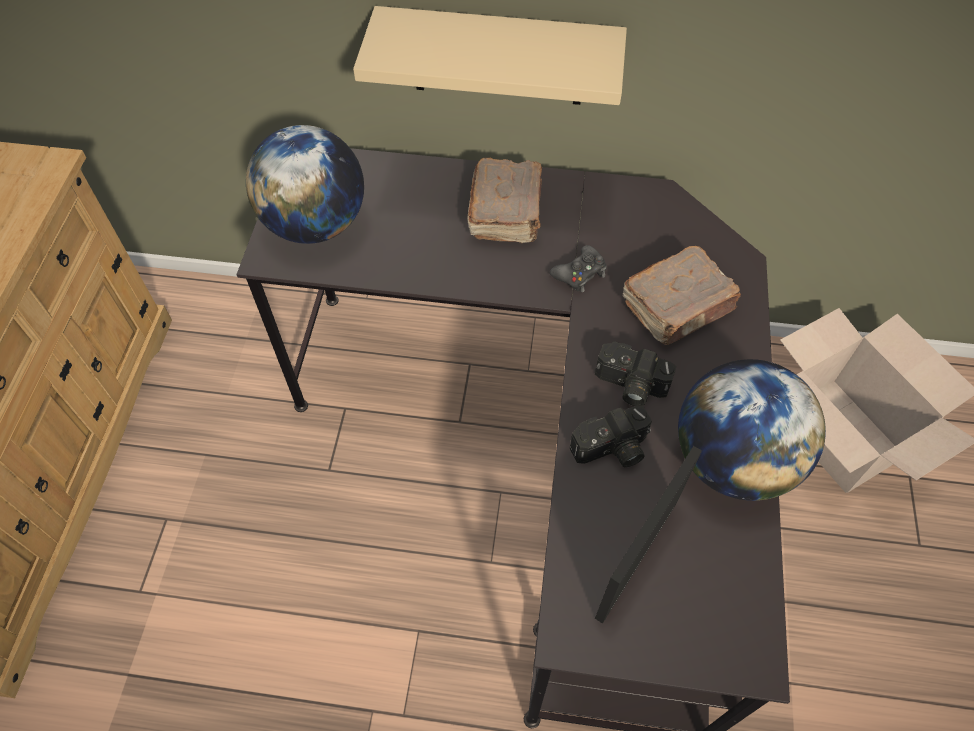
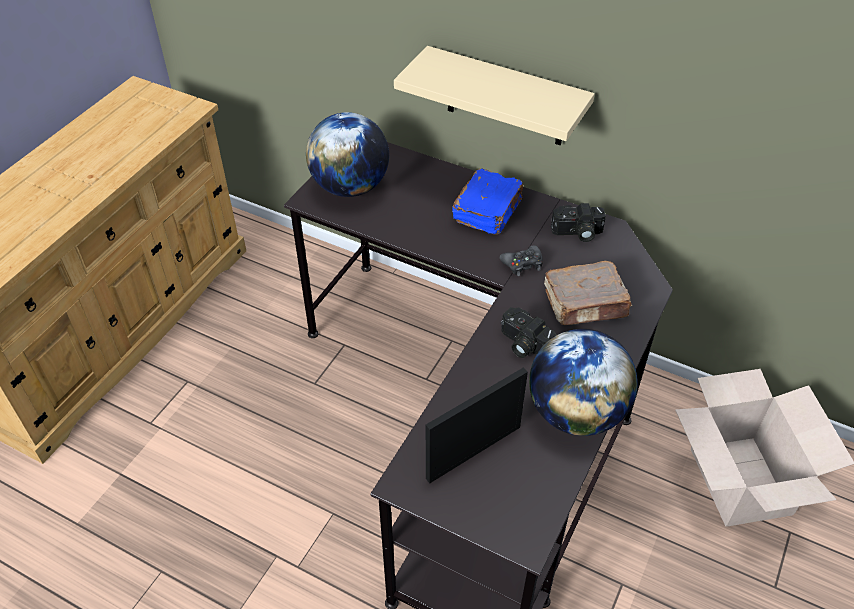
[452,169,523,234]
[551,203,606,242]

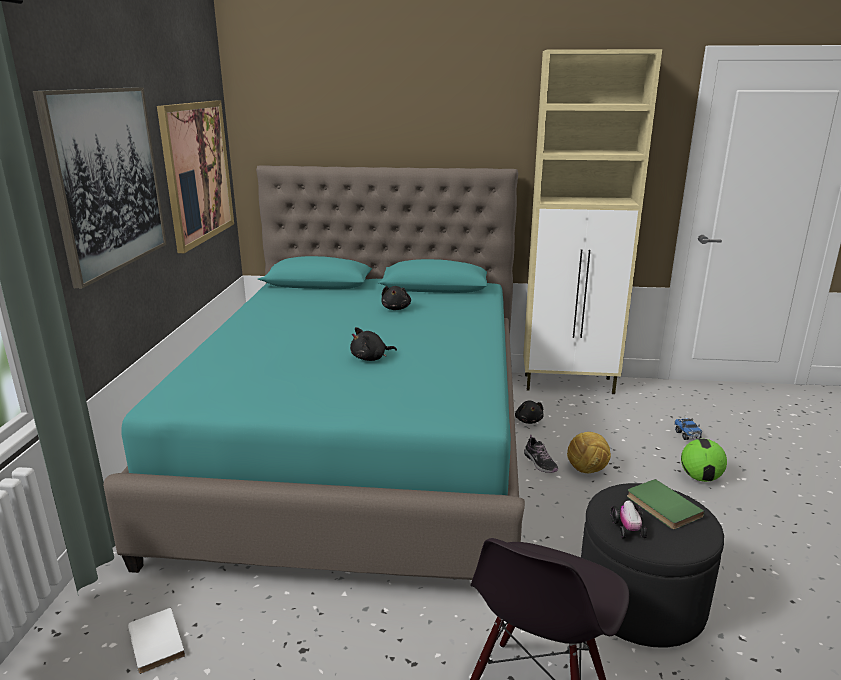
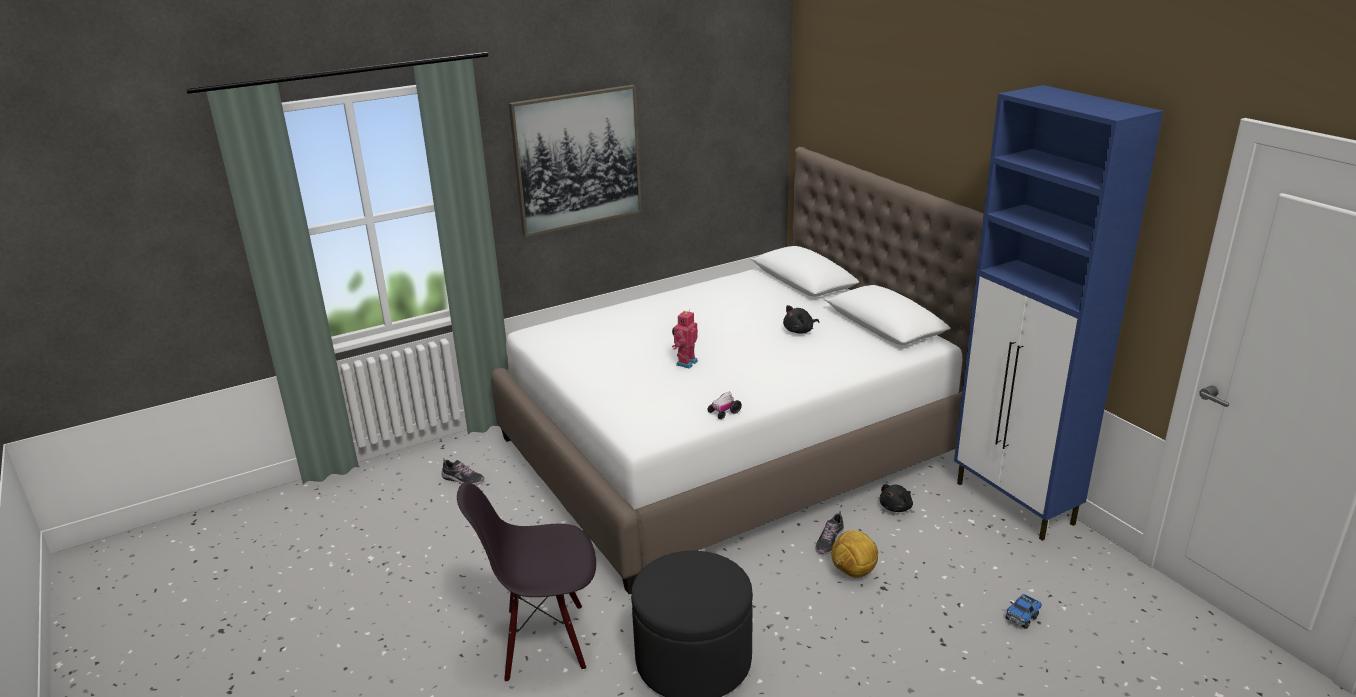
[442,458,484,485]
[491,147,984,594]
[672,309,698,369]
[708,392,742,419]
[954,85,1163,541]
[157,101,234,253] (first image)
[627,479,704,529] (first image)
[681,439,727,482] (first image)

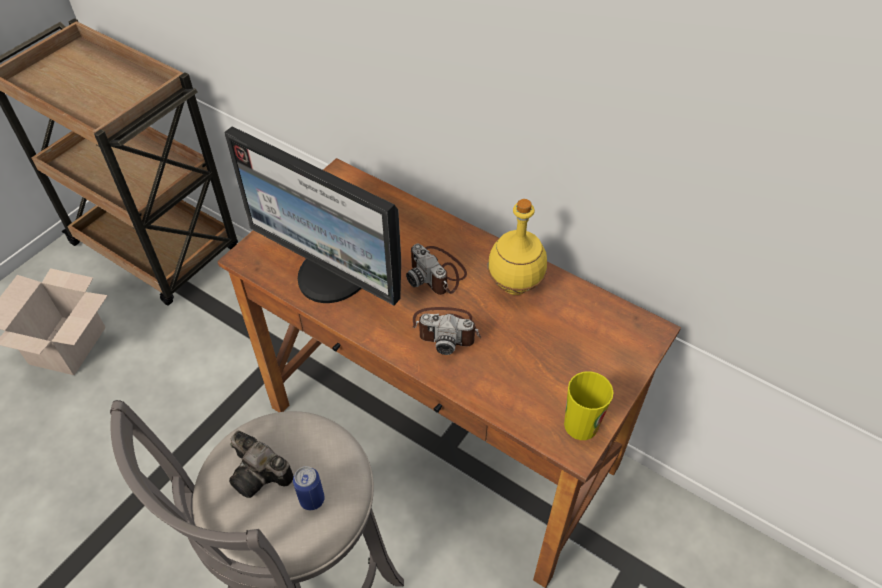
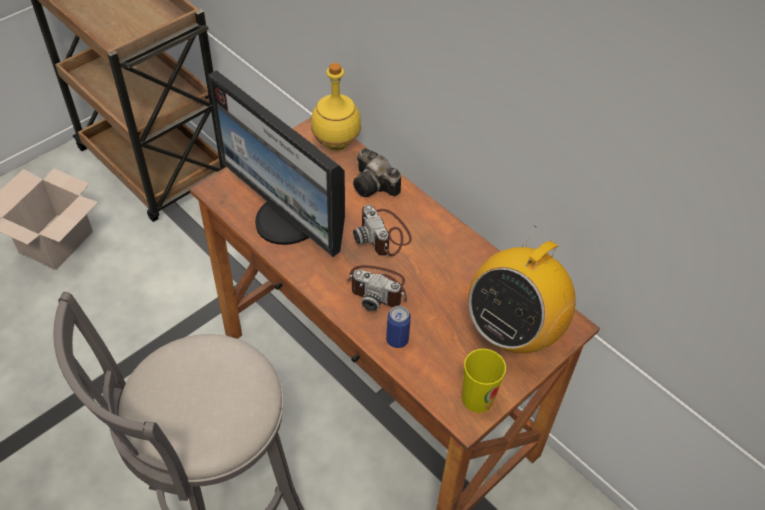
[311,63,361,151]
[353,148,401,197]
[386,306,411,348]
[468,226,576,353]

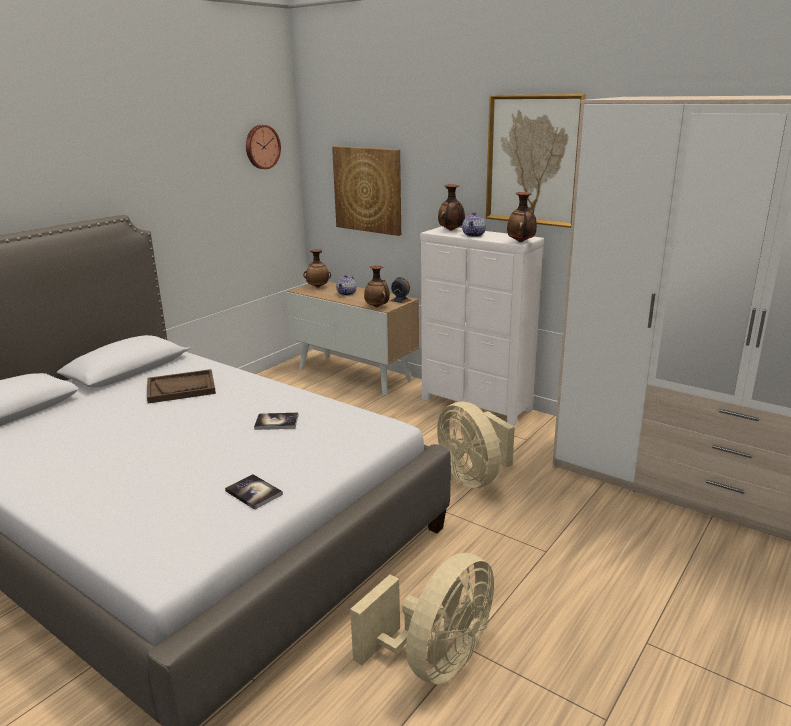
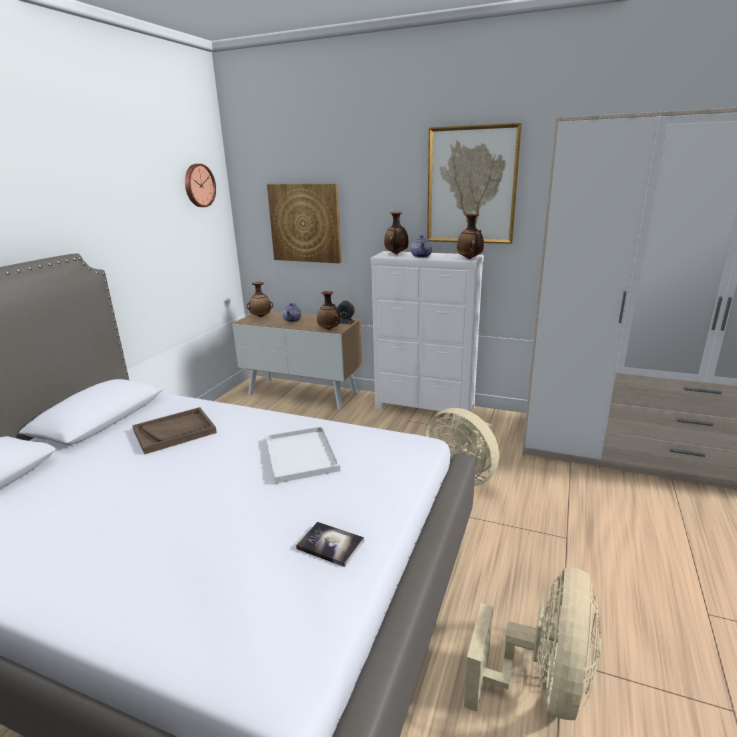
[265,426,340,483]

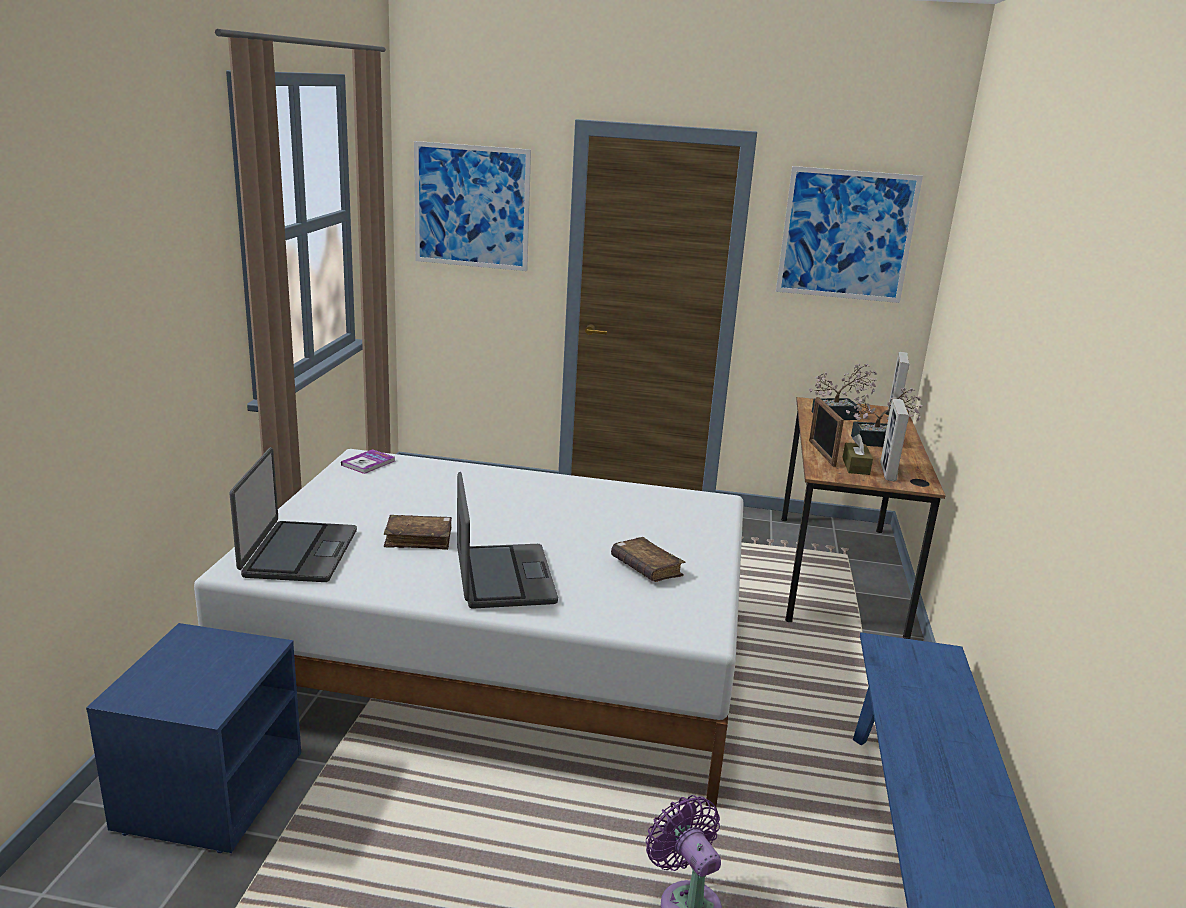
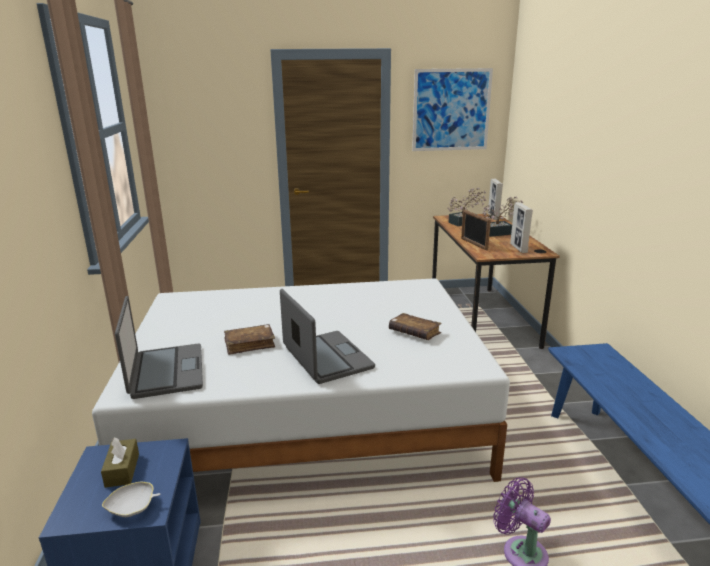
[101,437,139,488]
[102,481,160,517]
[341,449,395,474] (first image)
[414,141,531,271] (first image)

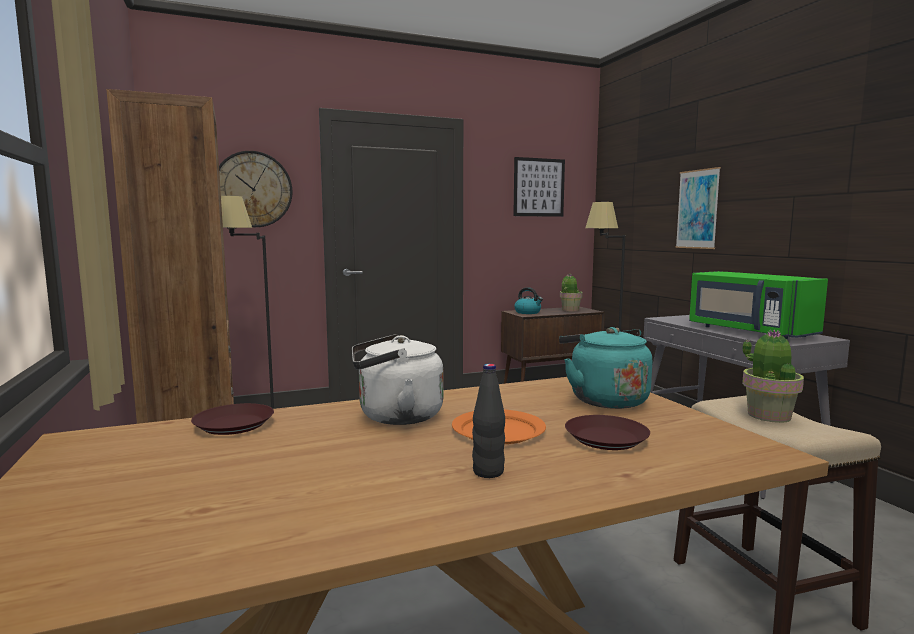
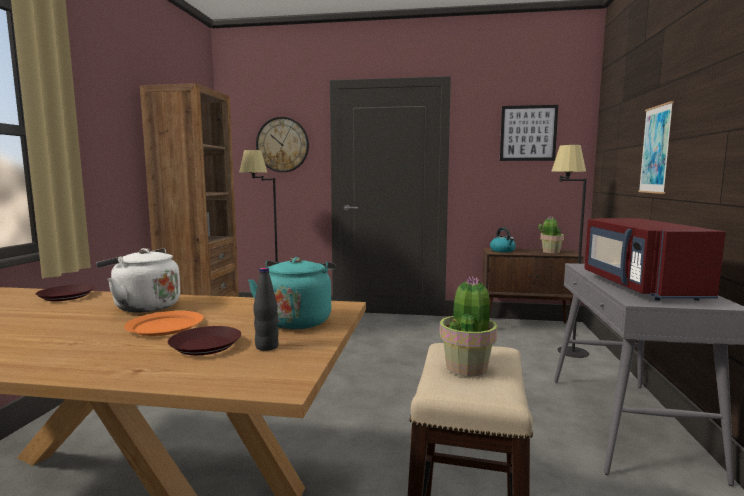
[253,267,279,351]
[585,218,726,300]

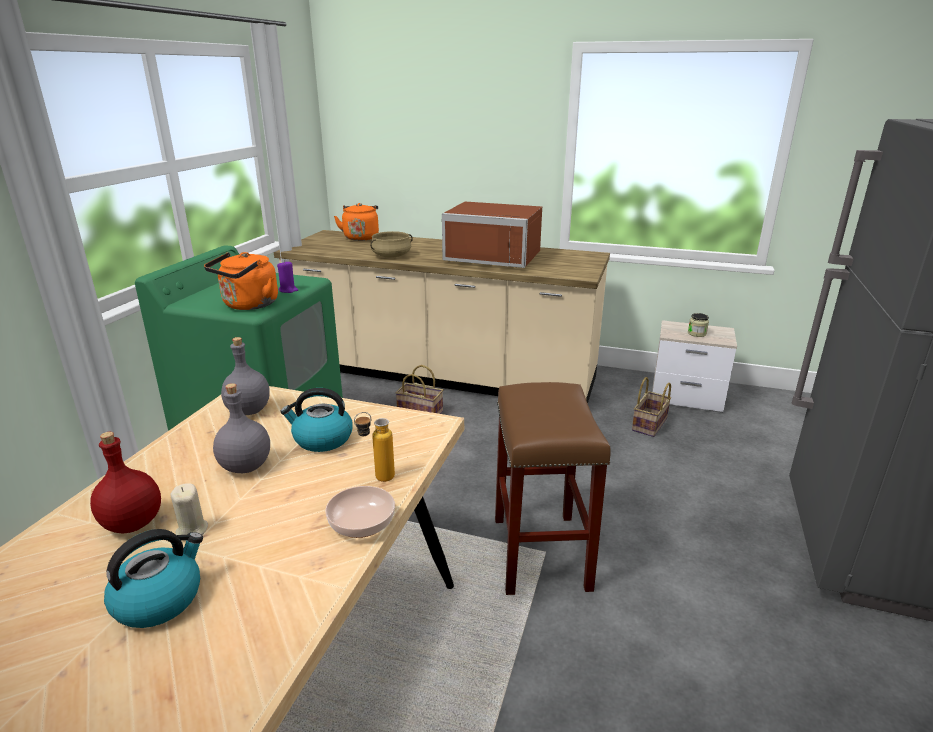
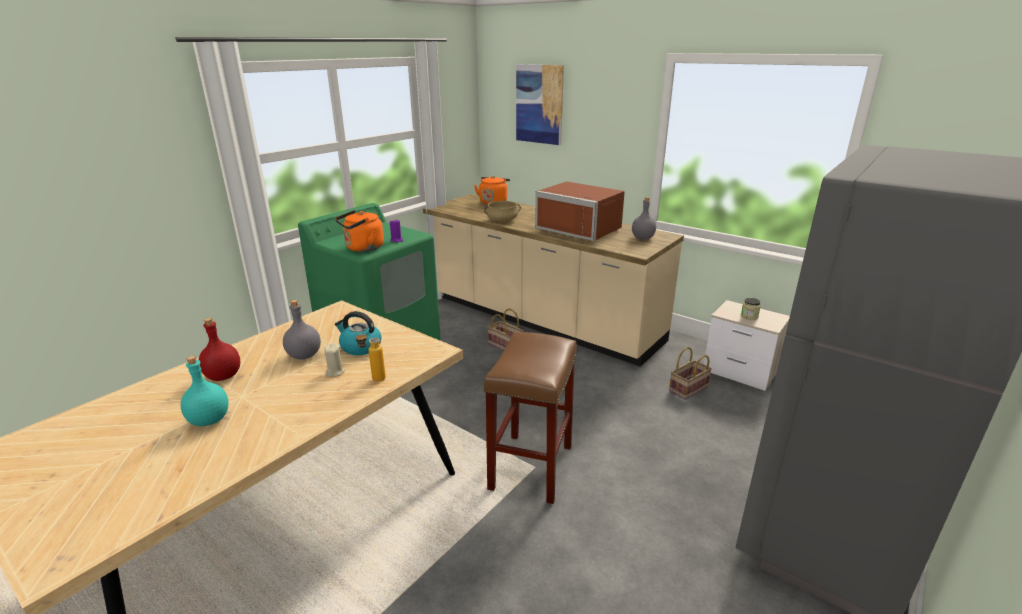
[181,356,229,426]
[324,343,345,377]
[516,64,564,145]
[632,197,656,240]
[325,486,395,538] (first image)

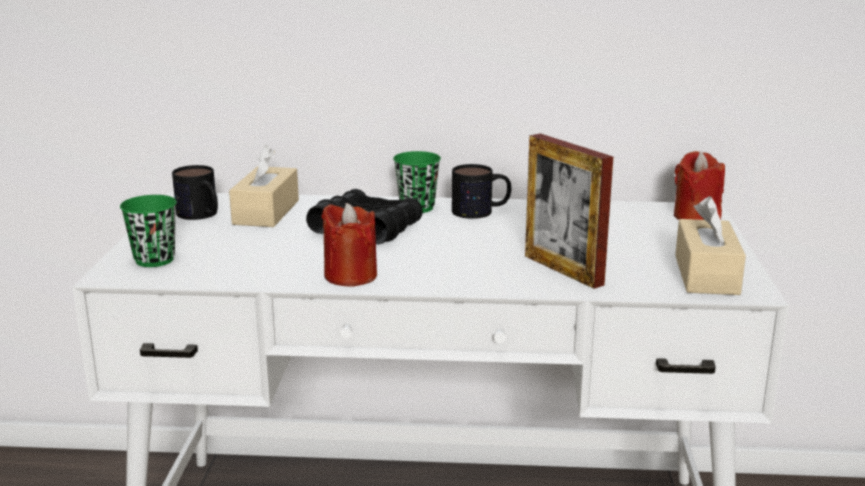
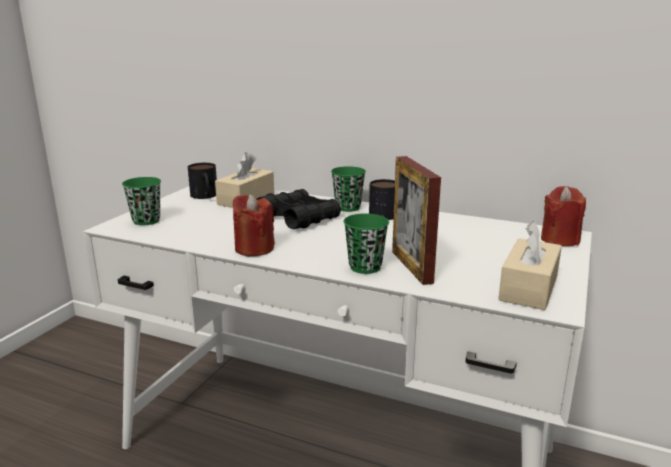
[343,213,389,274]

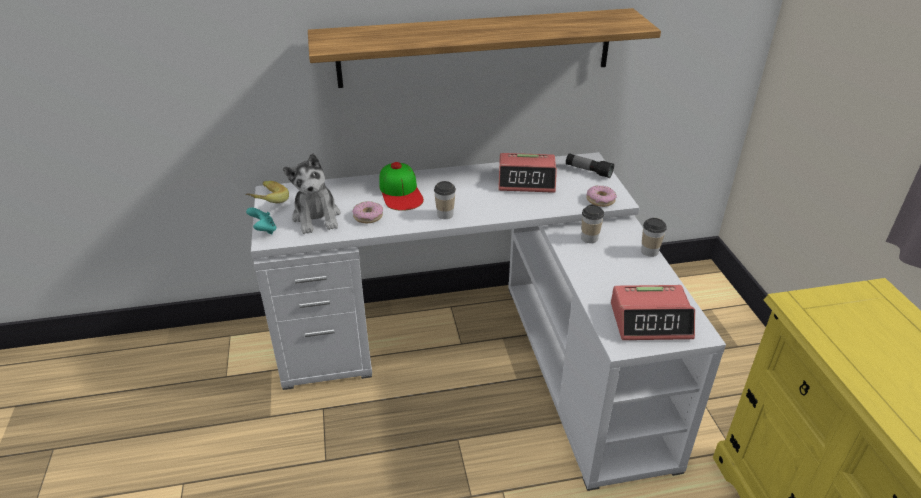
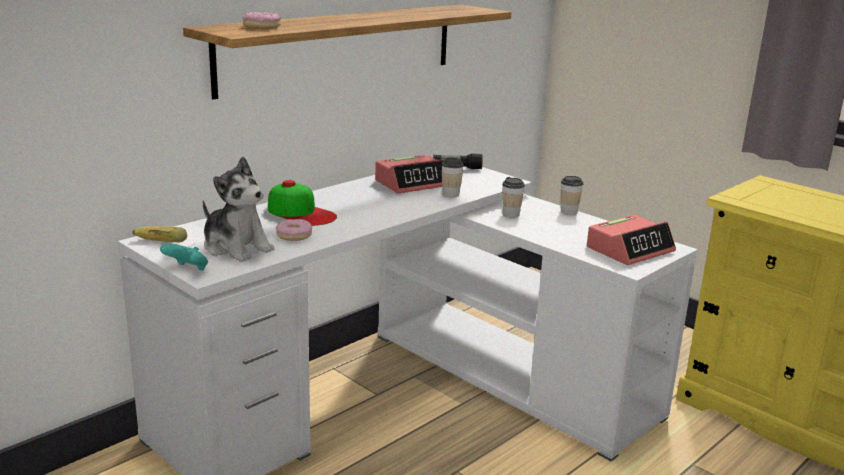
[242,12,281,29]
[441,158,464,197]

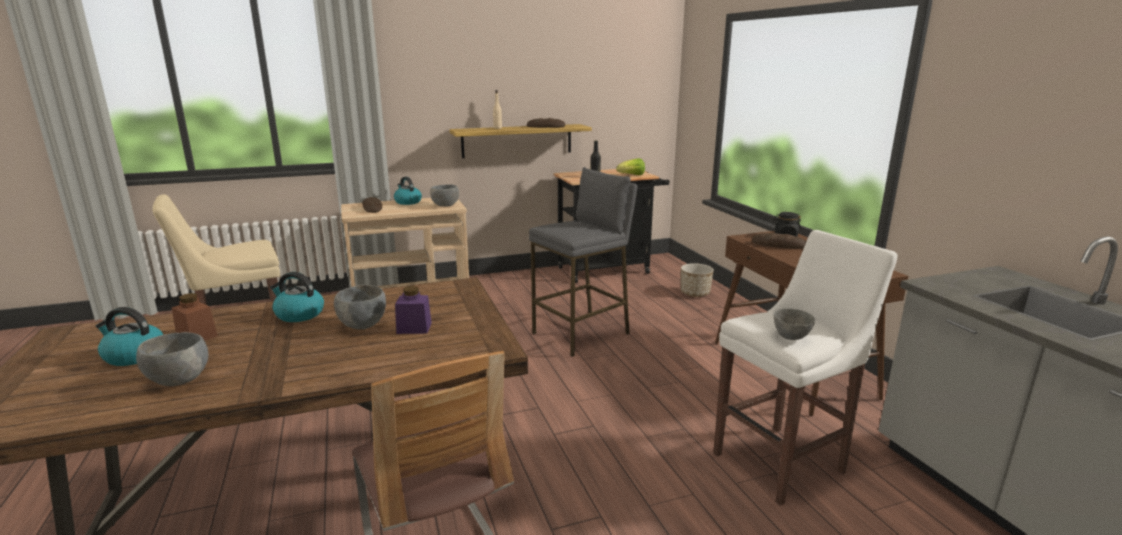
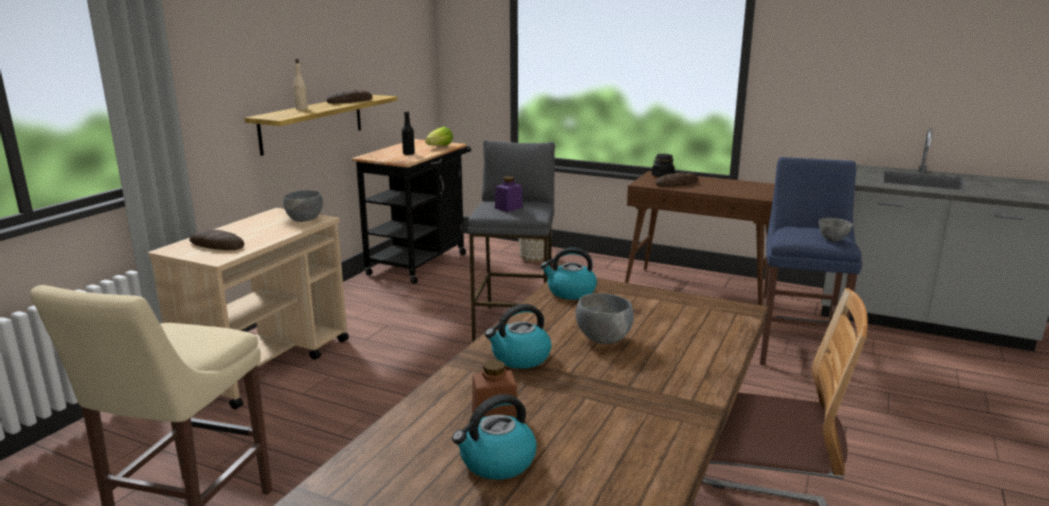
[495,176,523,212]
[540,247,597,300]
[760,157,862,365]
[136,332,209,386] (first image)

